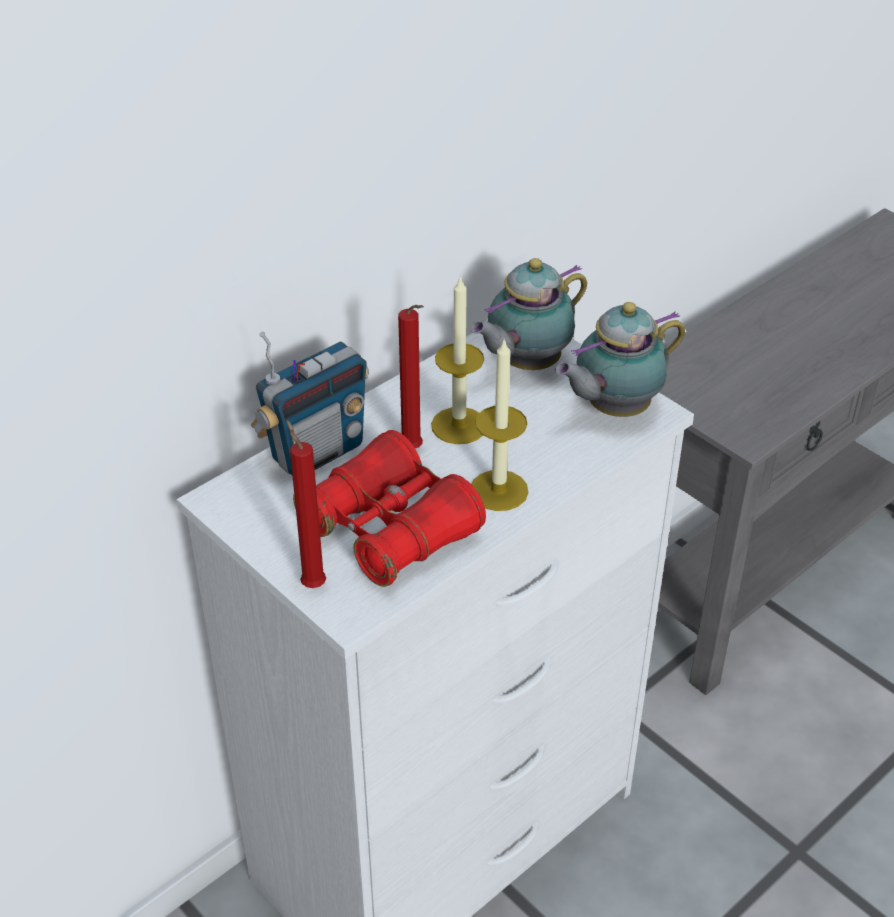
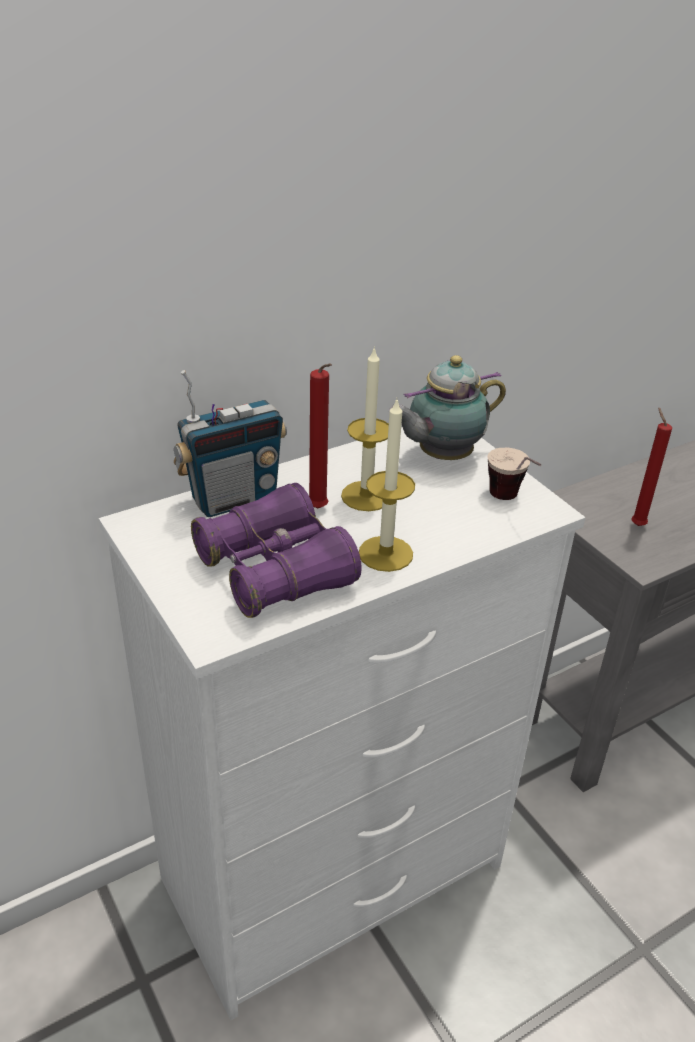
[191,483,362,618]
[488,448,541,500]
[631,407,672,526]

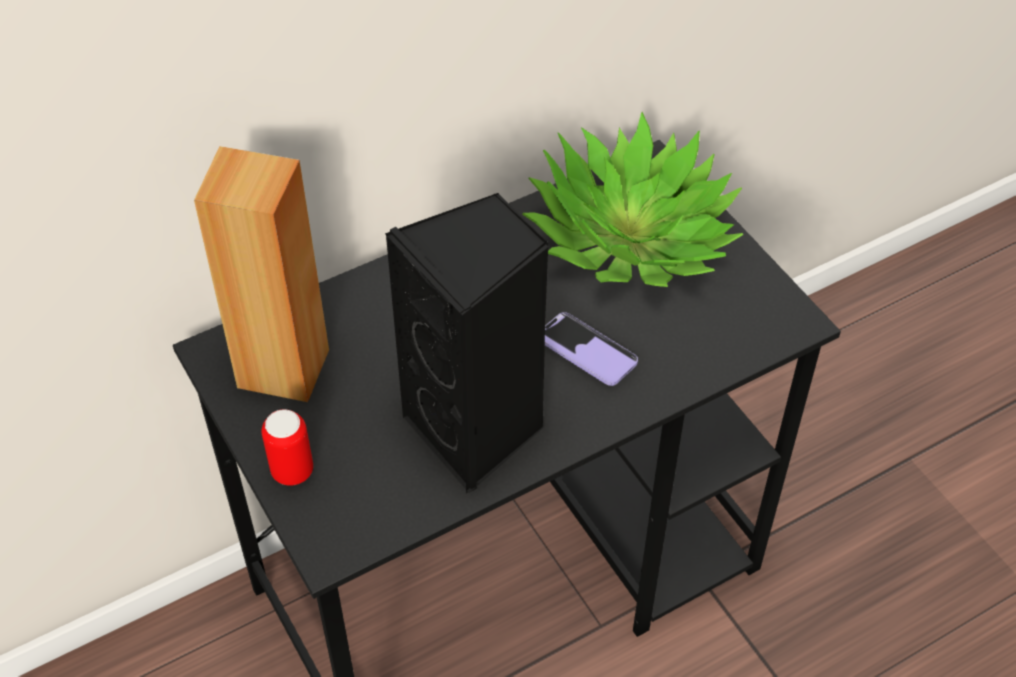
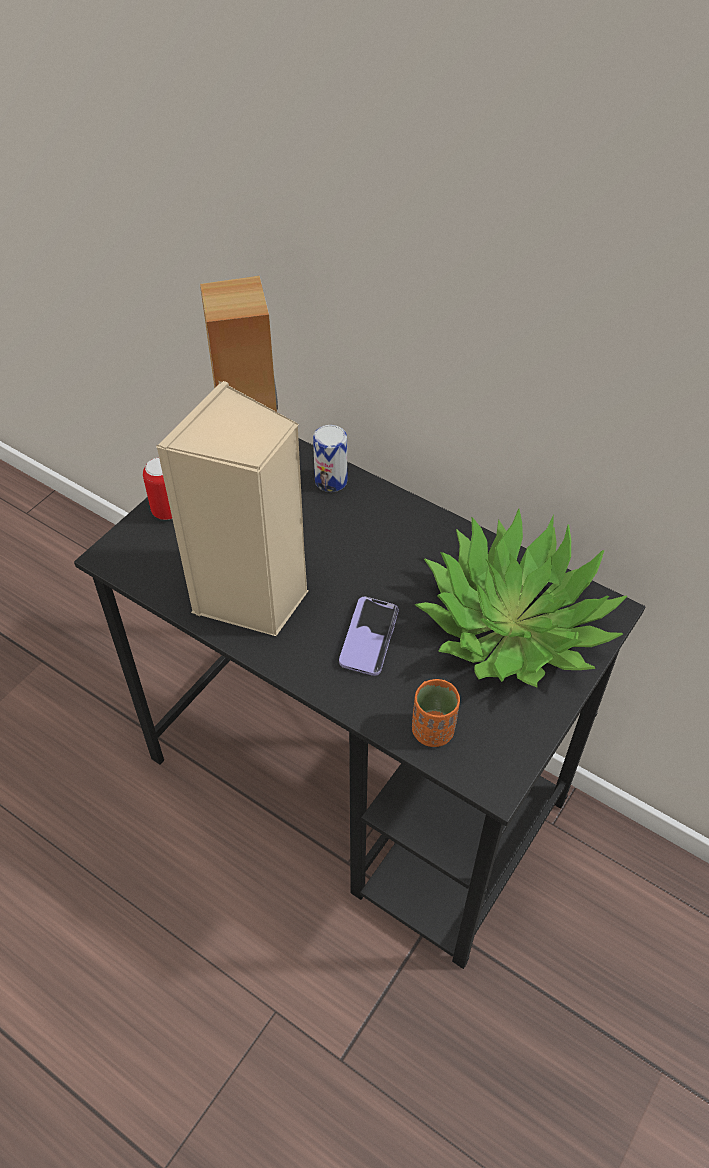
[157,380,308,636]
[313,425,347,492]
[412,679,460,747]

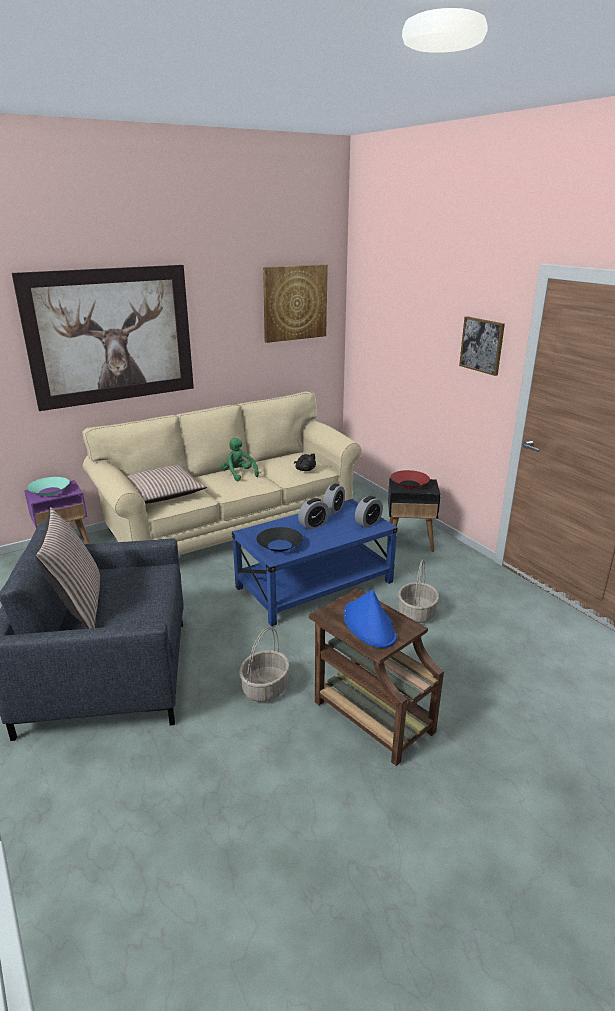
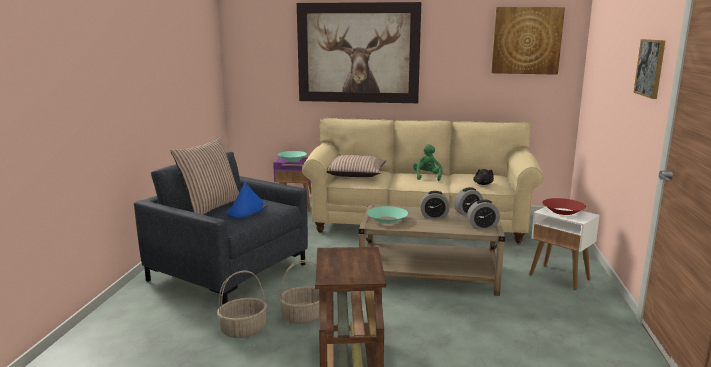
[217,271,267,338]
[227,182,265,218]
[358,205,506,296]
[367,206,408,224]
[529,207,600,290]

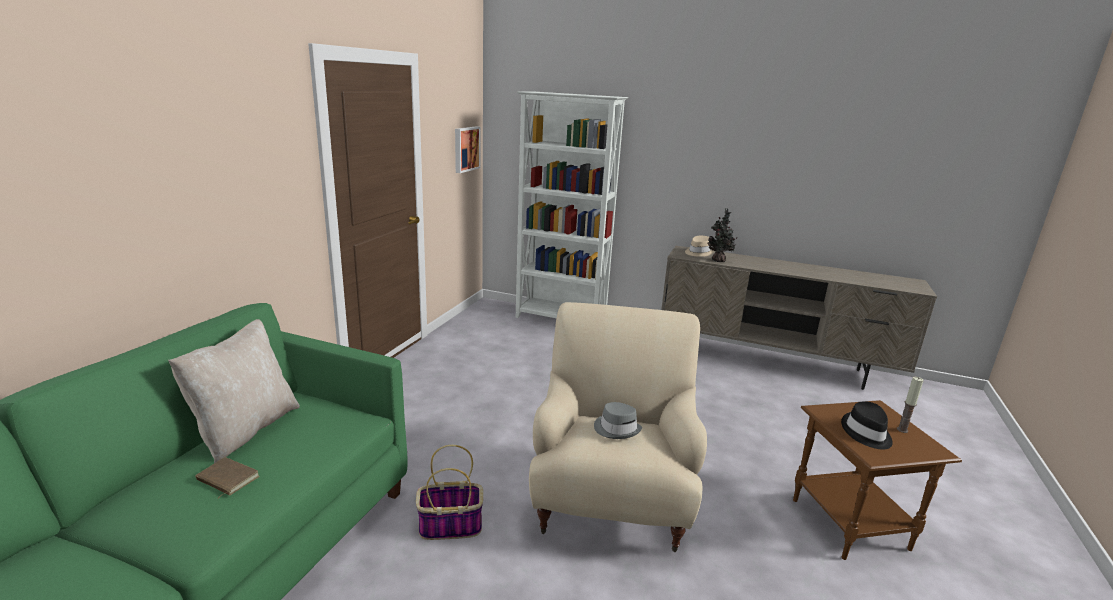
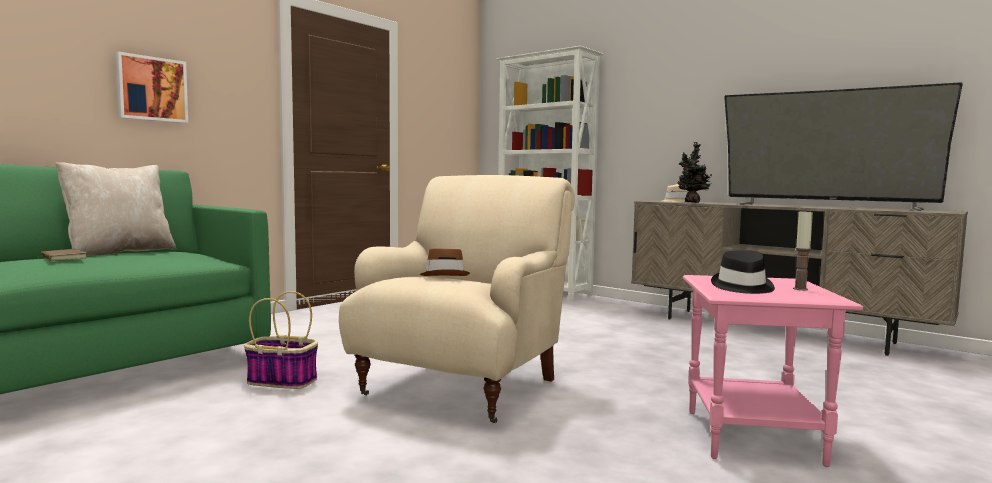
[115,52,188,123]
[419,249,470,276]
[683,275,863,467]
[724,82,963,211]

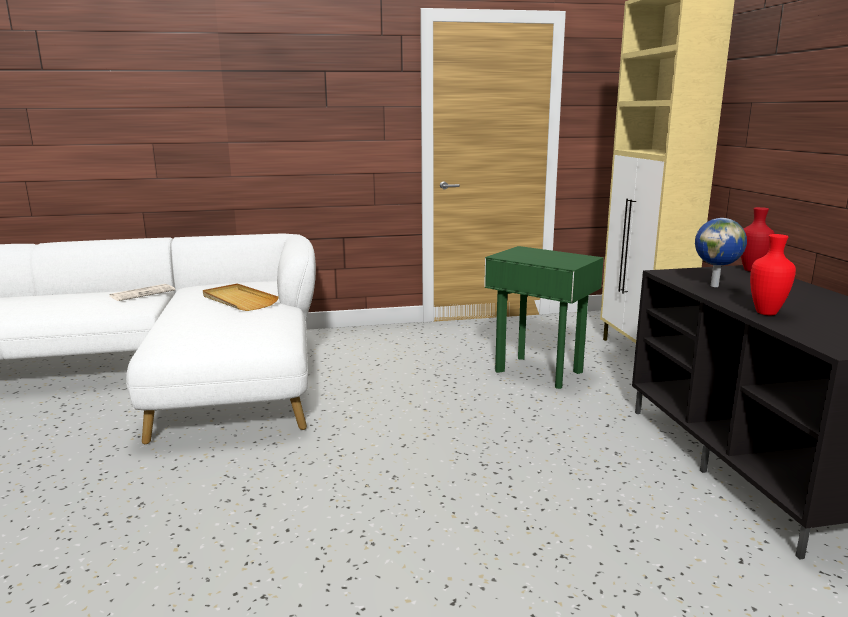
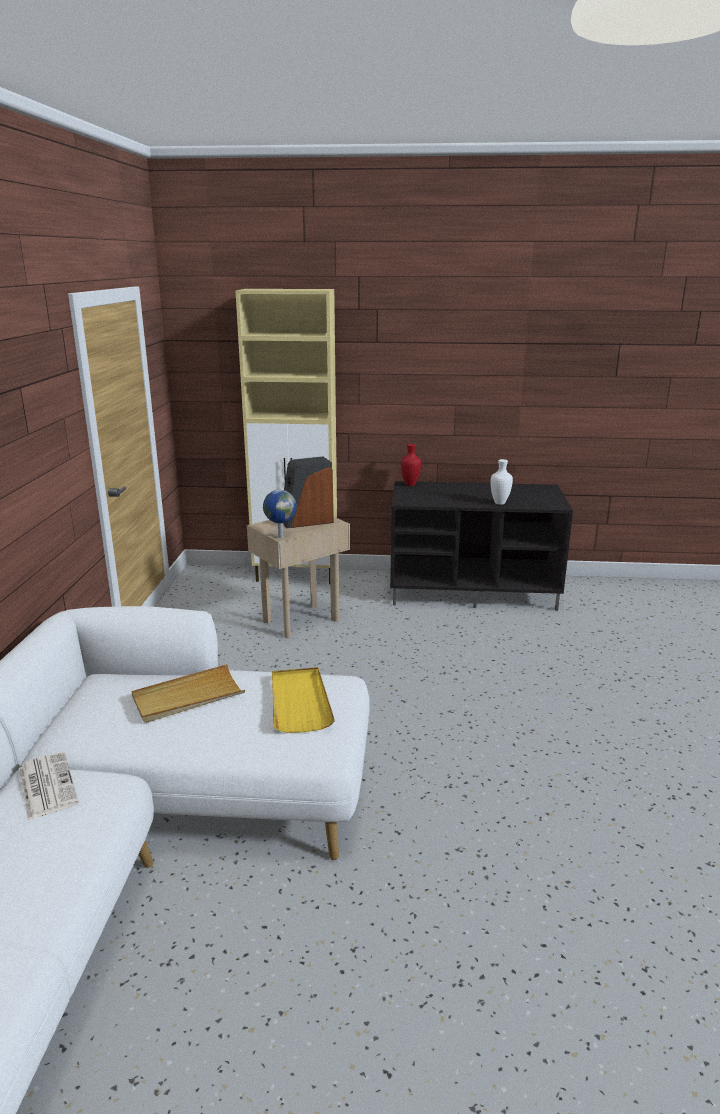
[247,517,350,638]
[263,490,297,538]
[272,667,335,733]
[283,456,334,528]
[490,459,513,505]

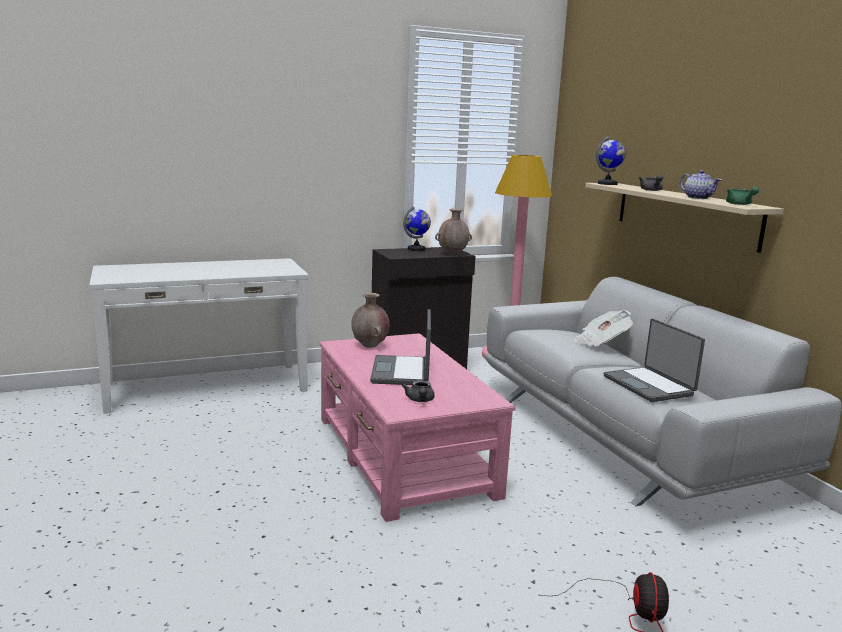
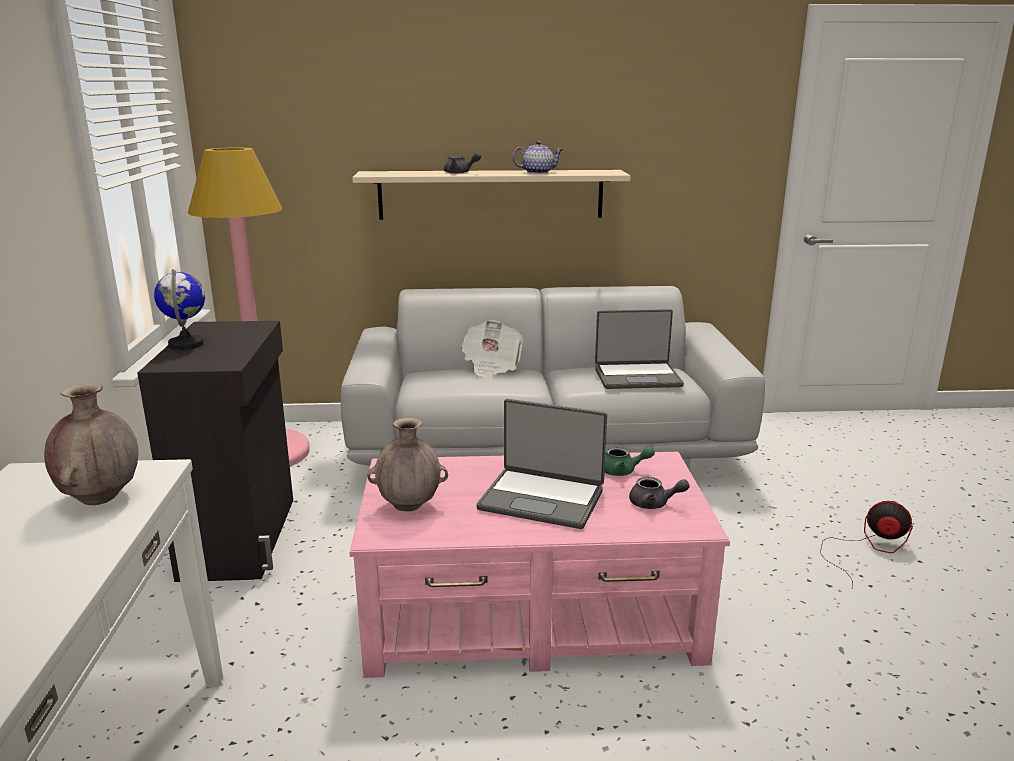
[44,383,139,505]
[605,447,655,476]
[596,136,626,185] (first image)

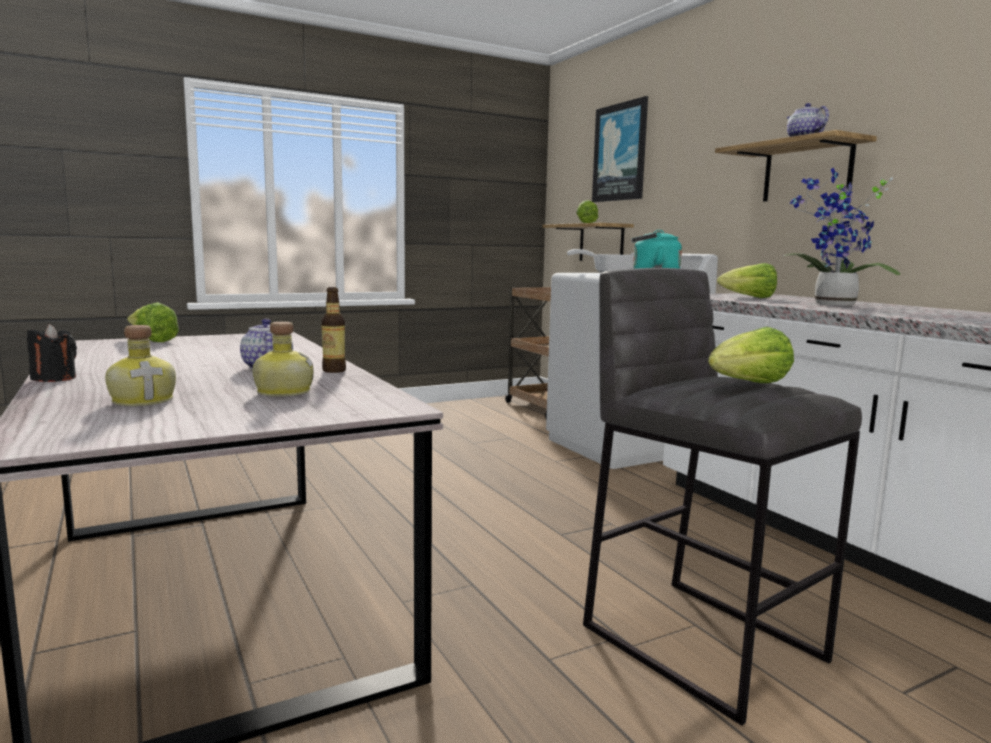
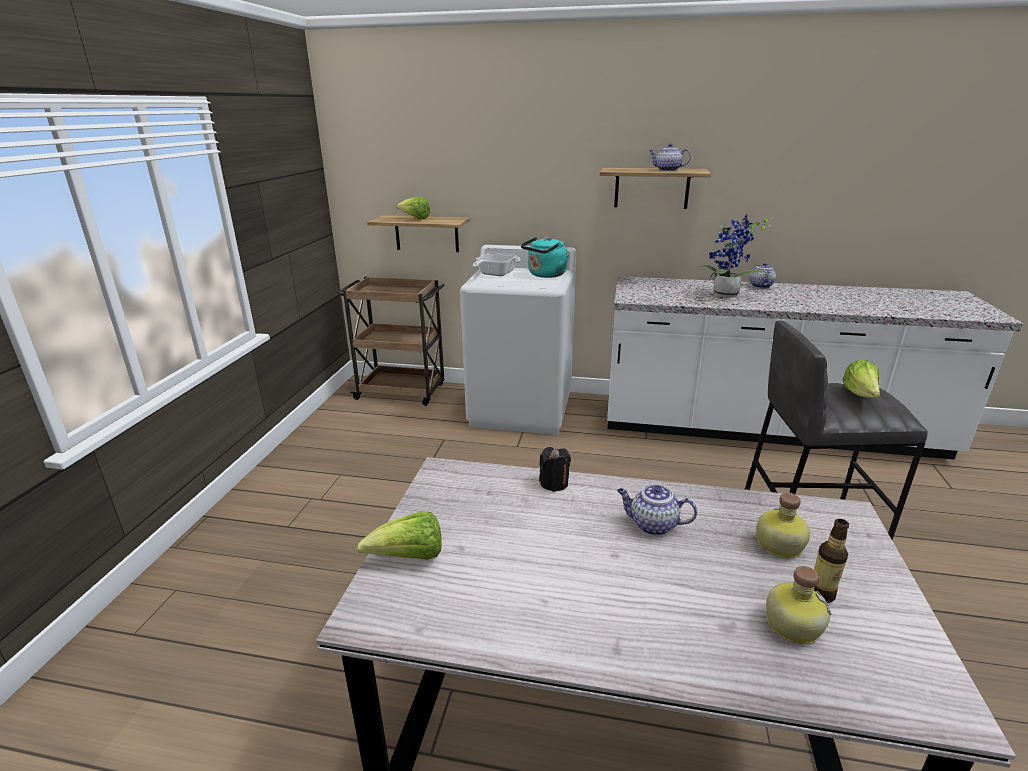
[539,447,571,492]
[749,263,776,288]
[814,519,849,603]
[592,96,648,202] (first image)
[717,263,777,298] (first image)

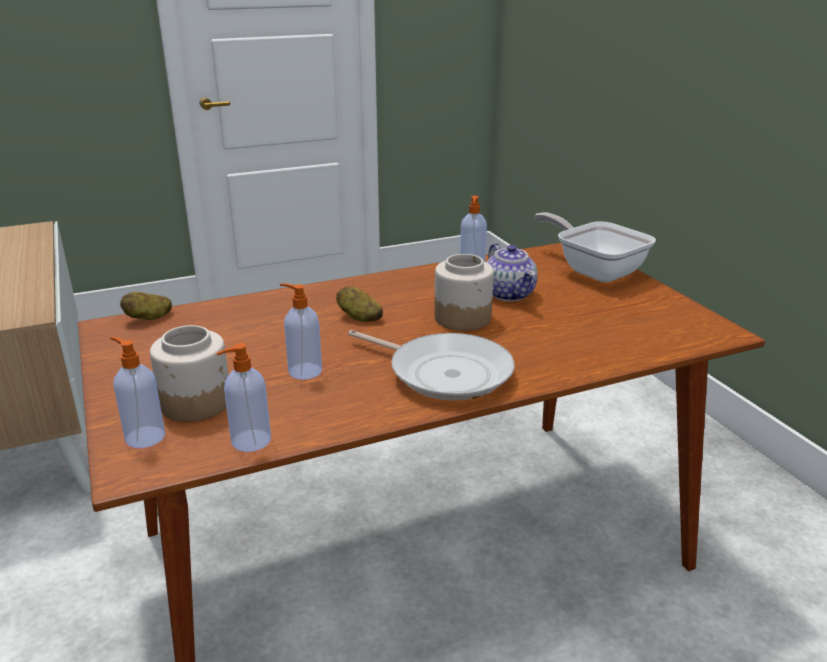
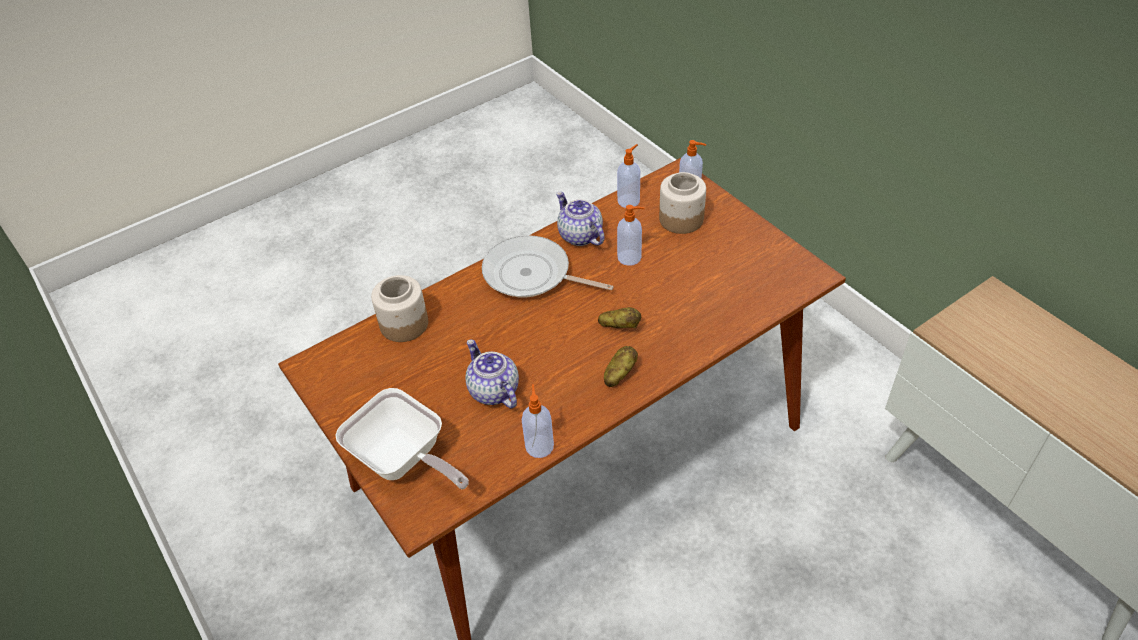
[371,275,428,342]
[556,192,604,246]
[604,346,638,387]

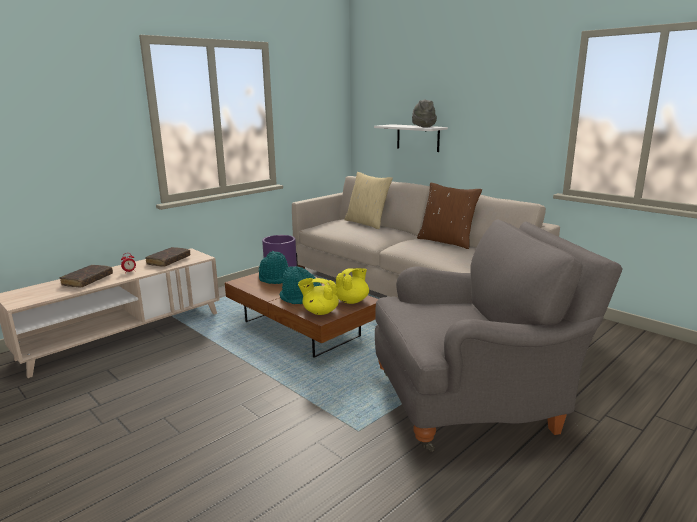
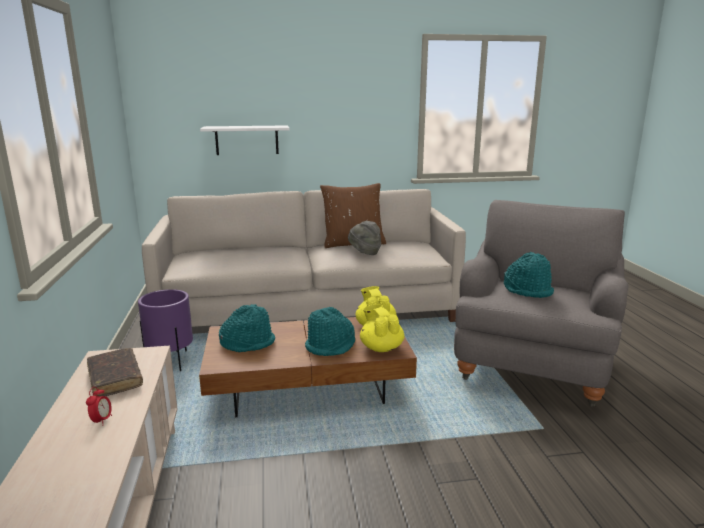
[348,221,381,255]
[360,304,404,352]
[504,252,554,298]
[60,265,113,287] (first image)
[344,172,393,229] (first image)

